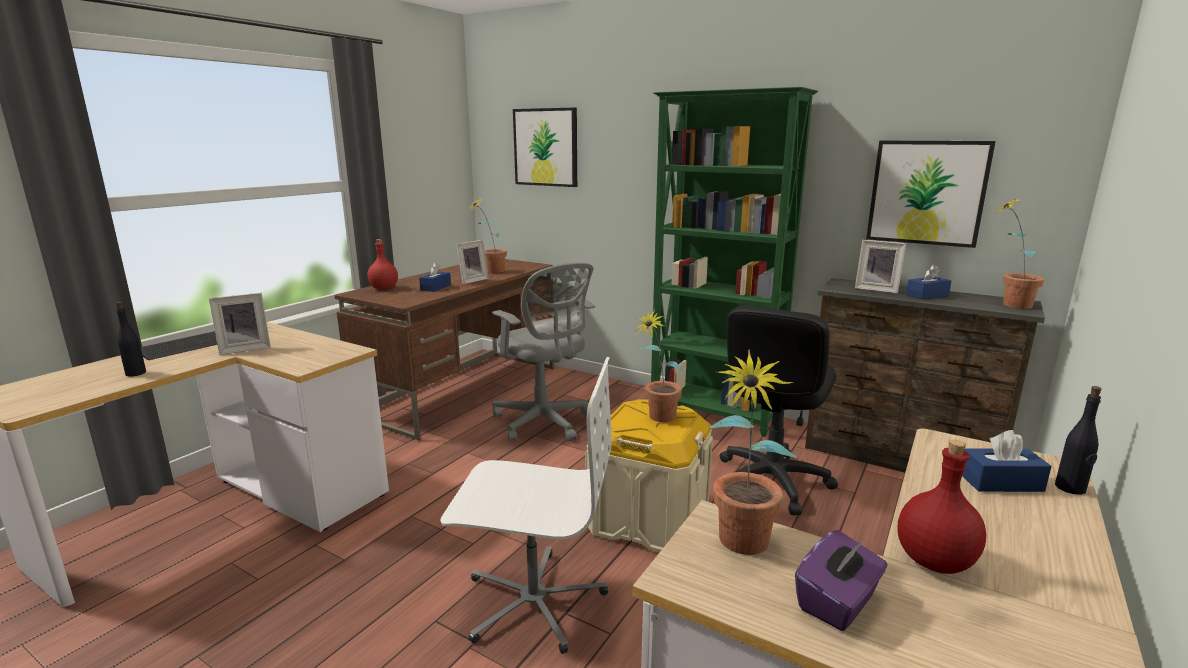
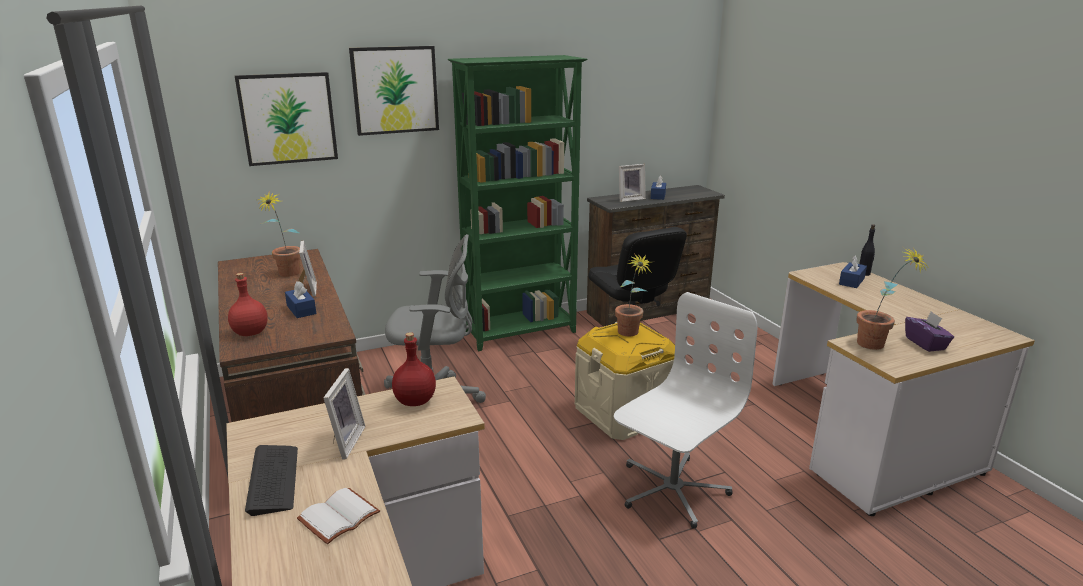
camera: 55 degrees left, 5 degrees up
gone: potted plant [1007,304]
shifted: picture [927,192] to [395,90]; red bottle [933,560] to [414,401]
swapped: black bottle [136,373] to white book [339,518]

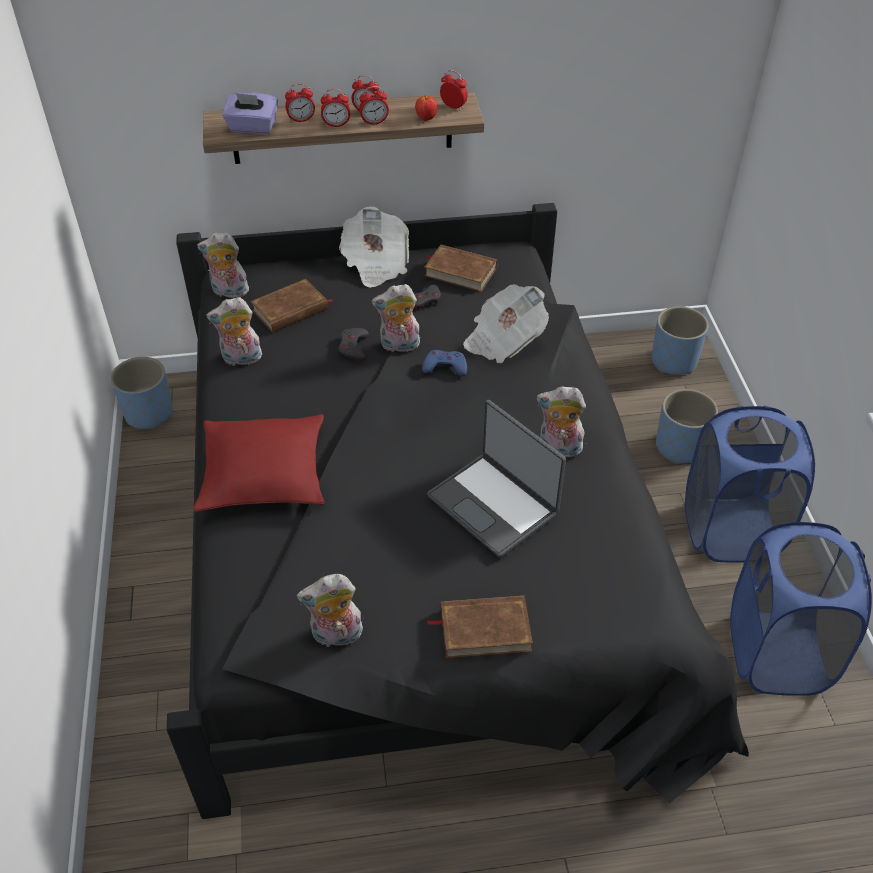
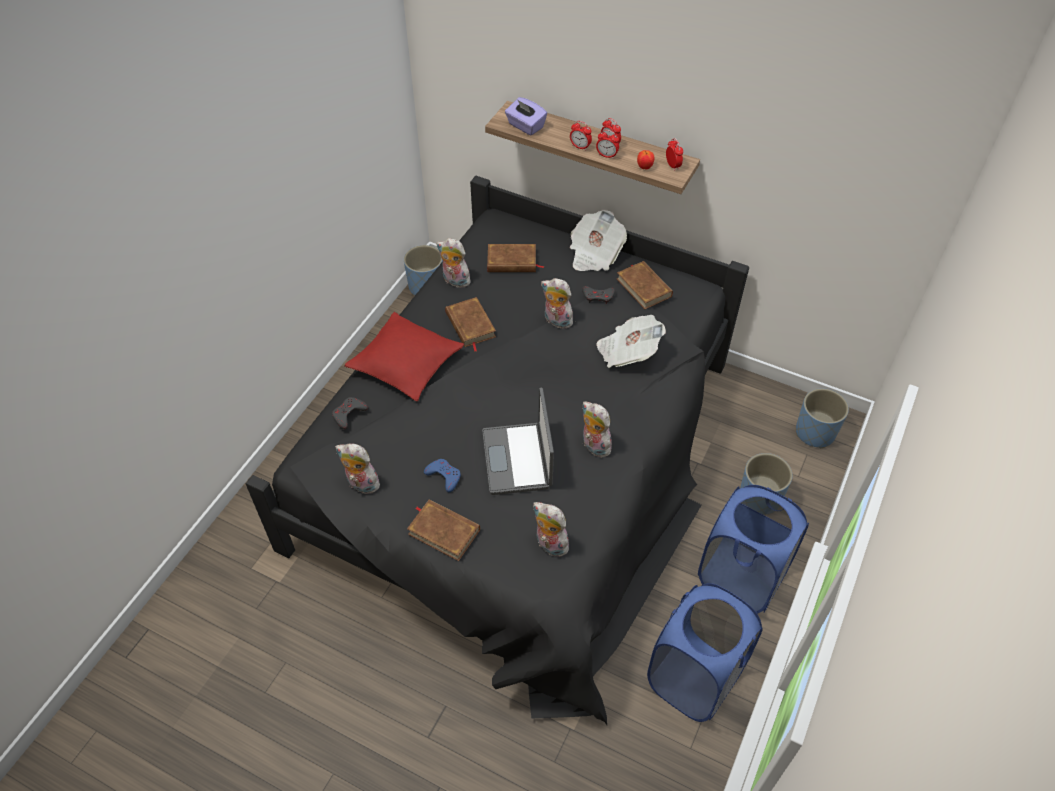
camera: 35 degrees right, 5 degrees up
gone: alarm clock [301,120]
new: brown book [470,325]
shifted: plush toy [228,292] to [549,545]; grey game controller [353,347] to [349,414]; blue game controller [445,366] to [444,476]

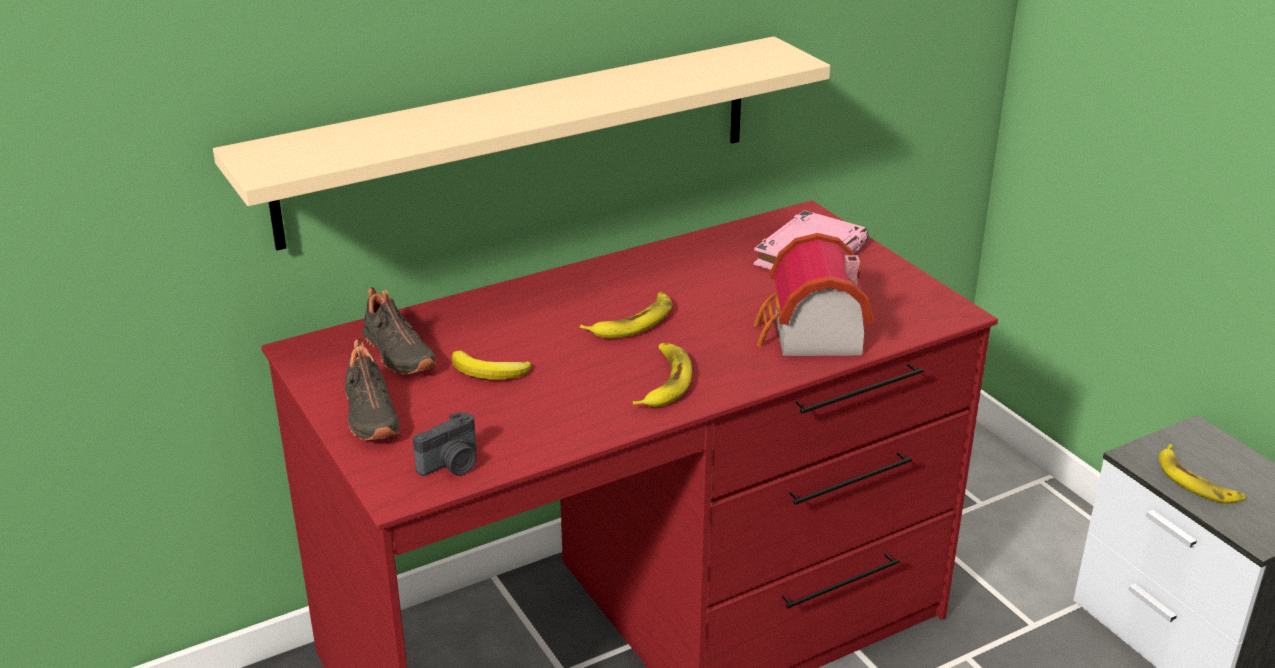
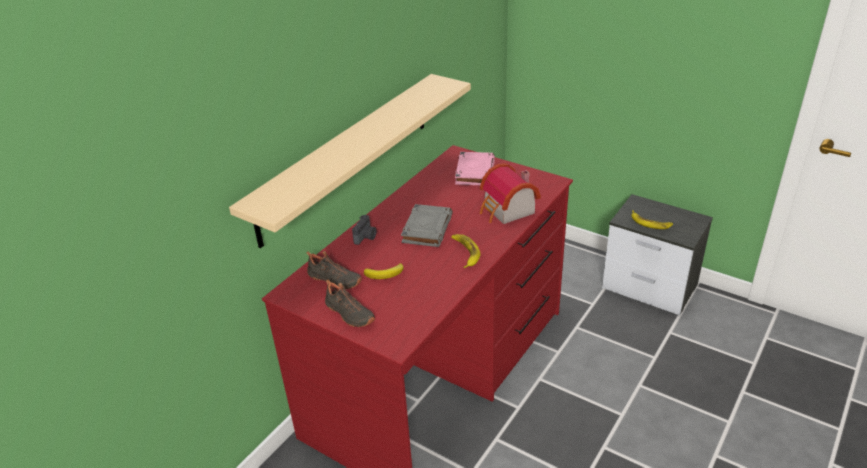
camera: 25 degrees left, 5 degrees up
shifted: photo camera [452,465] to [366,237]
swapped: banana [633,322] to grey book [427,228]

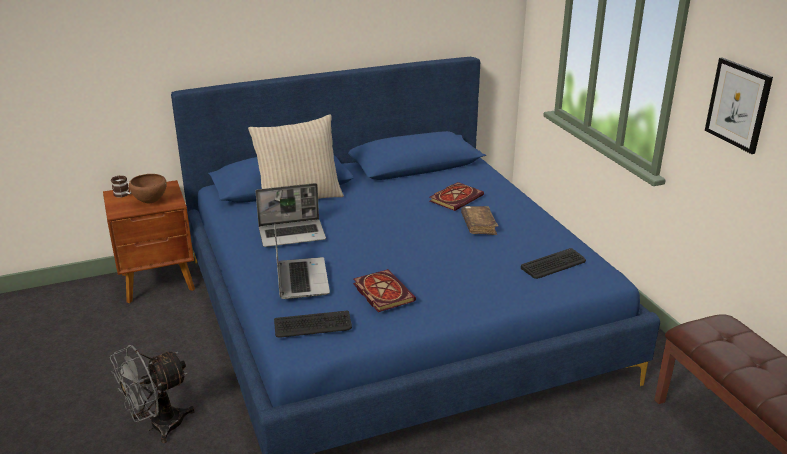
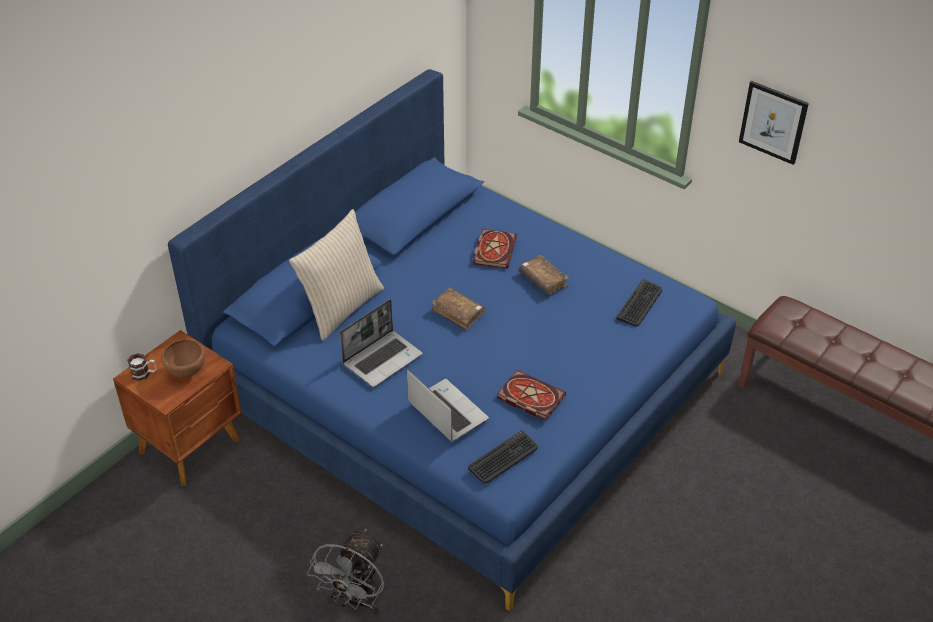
camera: 30 degrees left, 15 degrees up
new: brown book [458,313]

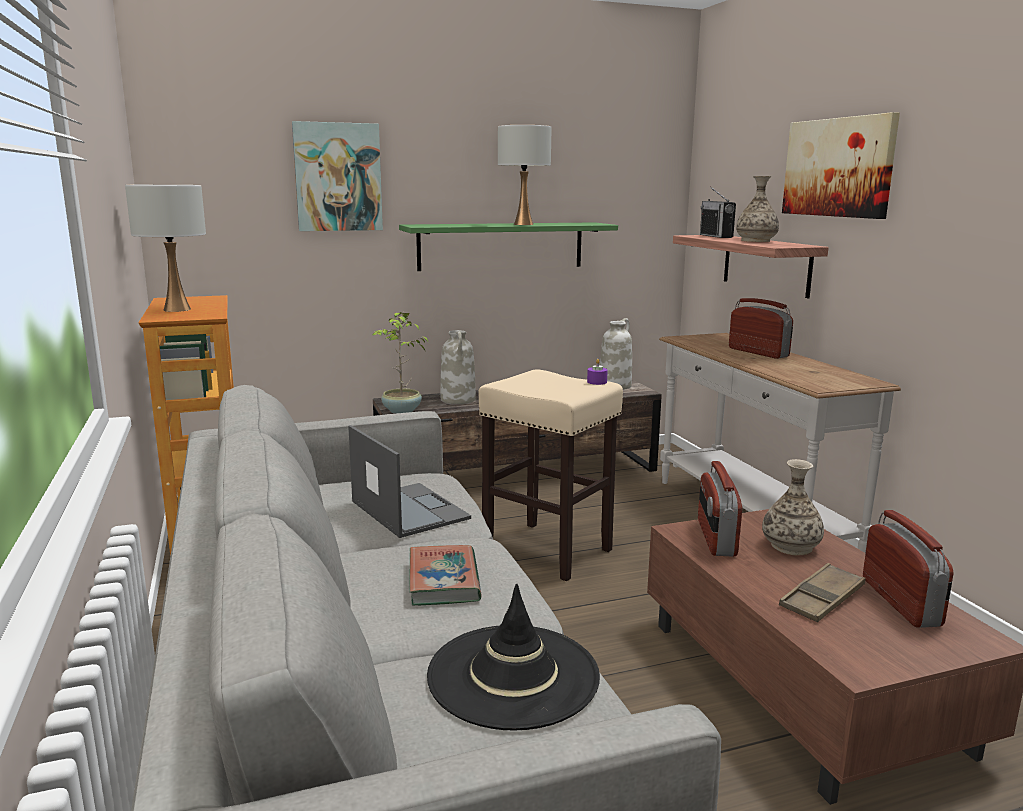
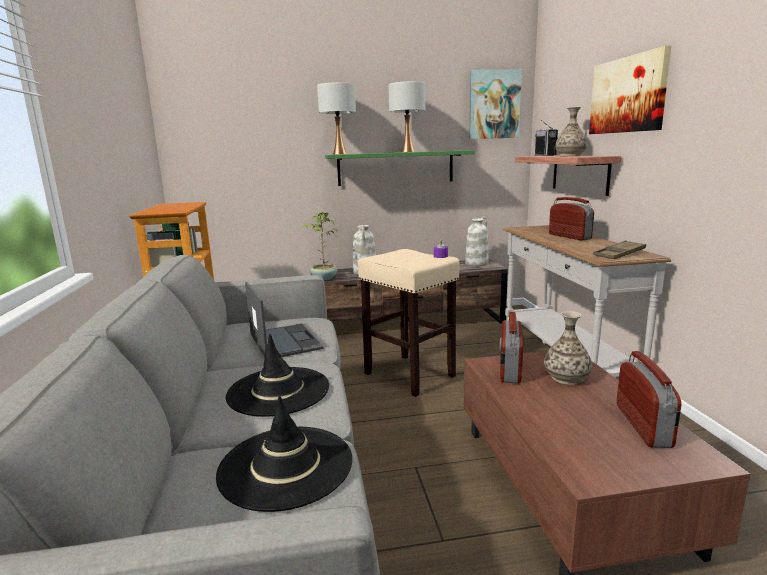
camera: 10 degrees right, 0 degrees up
shifted: picture [338,177] to [494,104]; white table lamp [177,309] to [339,154]; brown tray [822,599] to [619,254]
swapped: book [444,581] to black hat [278,391]

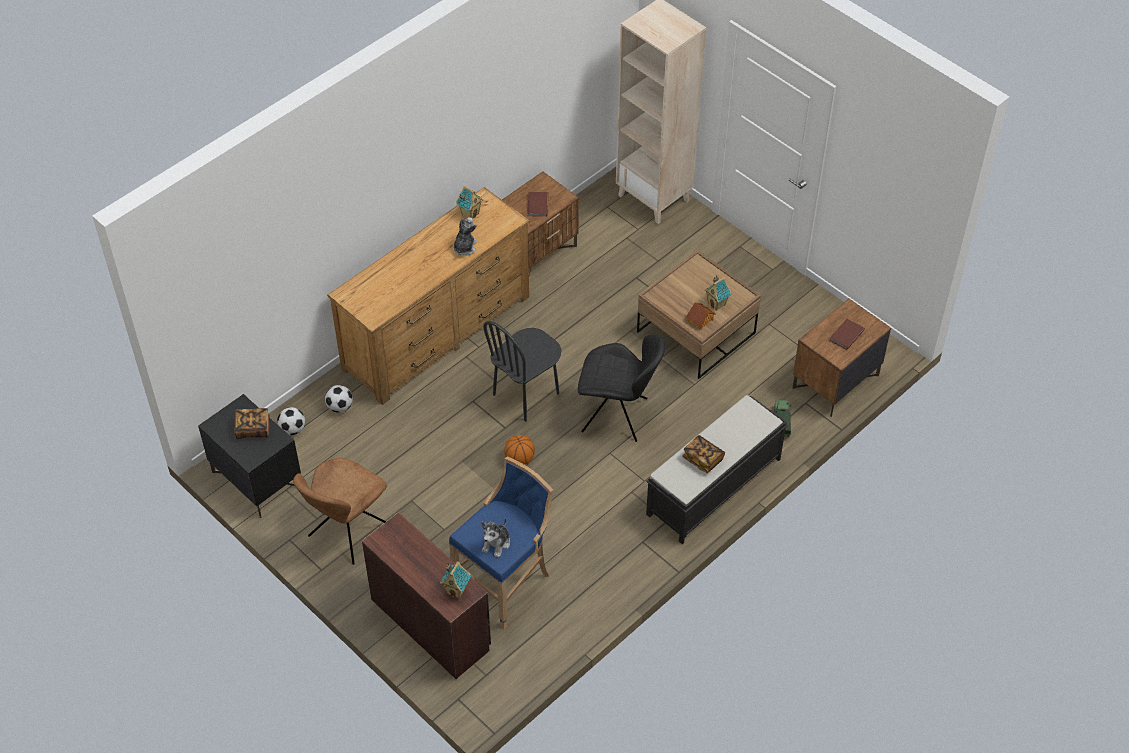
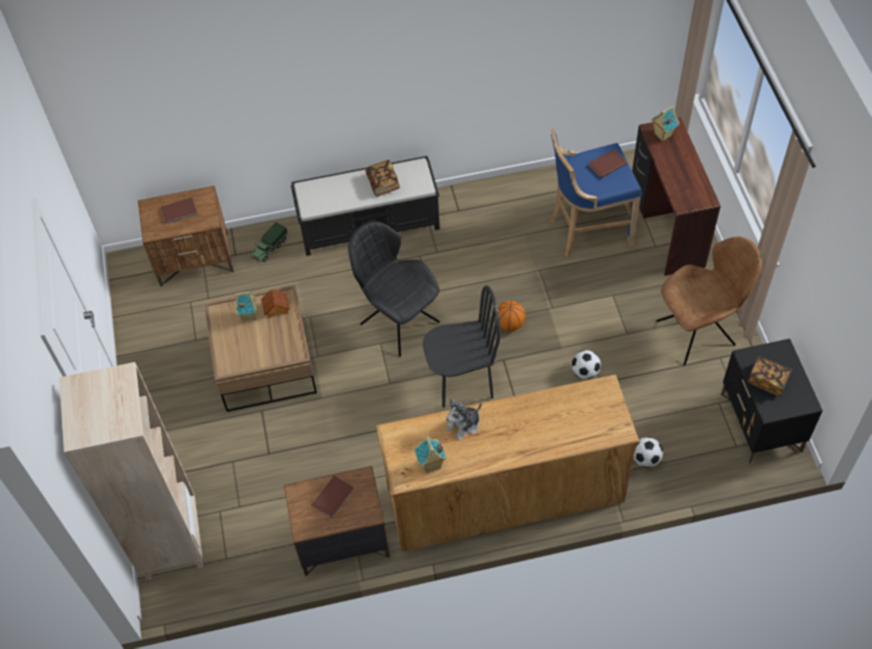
camera: 145 degrees left, 5 degrees up
shifted: football [292,429] to [585,372]
swapped: plush toy [496,543] to brown book [606,164]

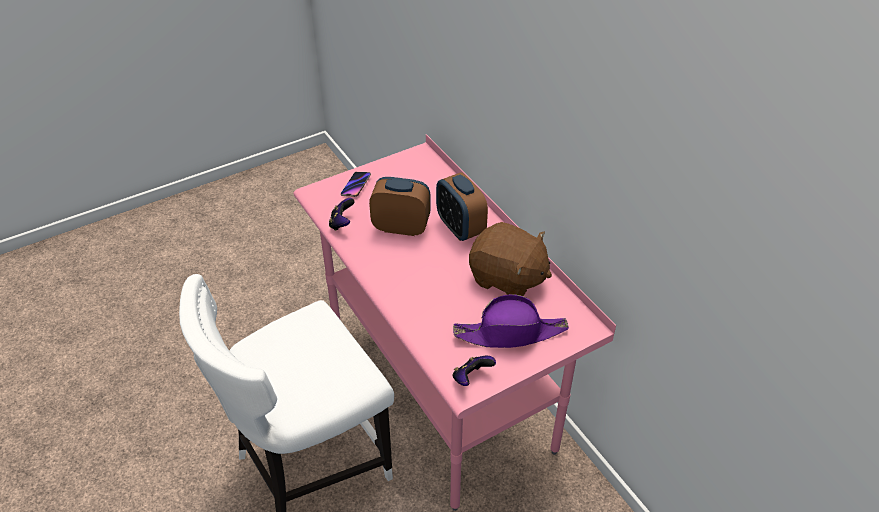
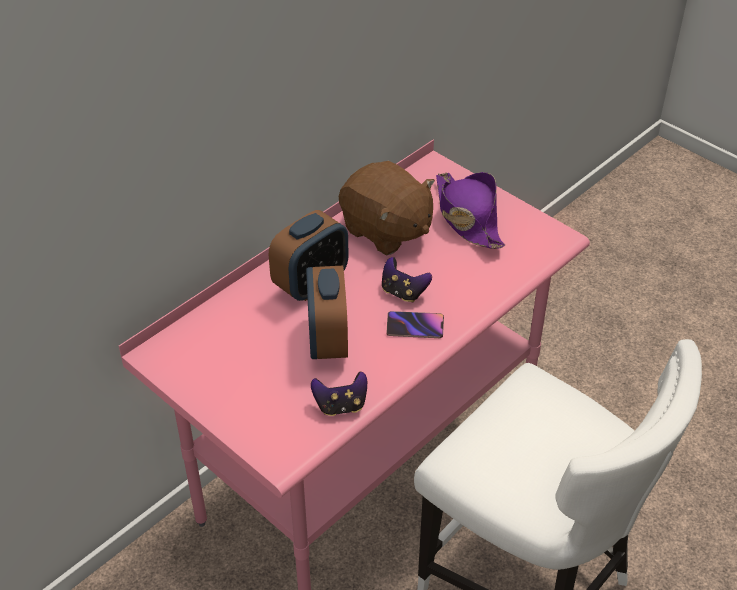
camera: 105 degrees left, 0 degrees up
shifted: phone [356,186] to [415,327]; game controller [471,378] to [403,292]
rotated: brown plush toy [507,278] = [386,230] 120 degrees clockwise

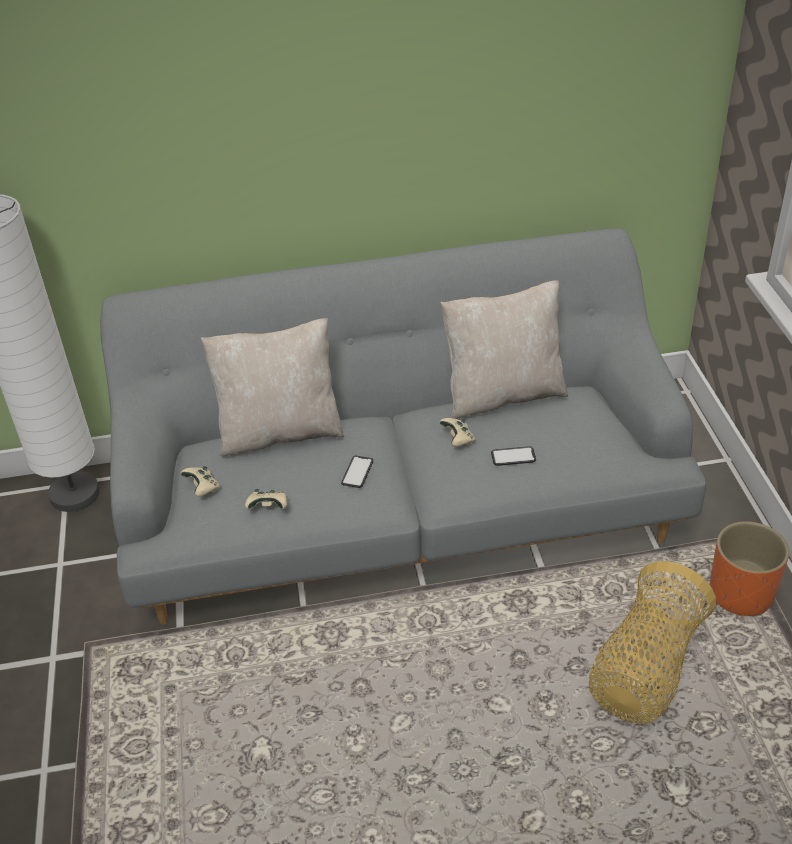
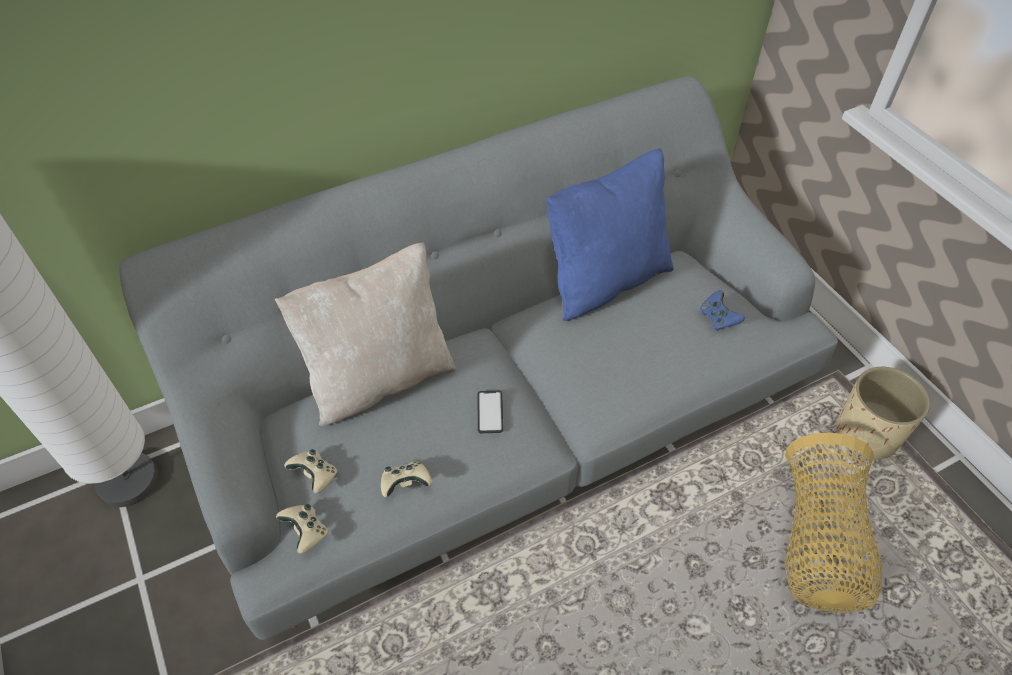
camera: 20 degrees left, 10 degrees up
gone: phone [513,456]
new: blue game controller [718,318]
shifted: beige game controller [458,440] to [306,532]
repainted: beige pillow [503,394] to blue pillow [605,280]; orange planter [741,593] to beige planter [866,434]

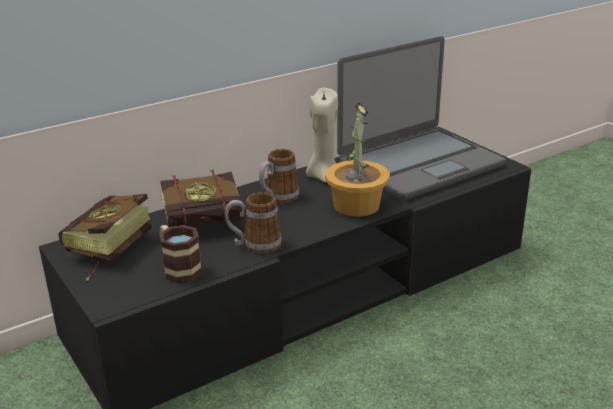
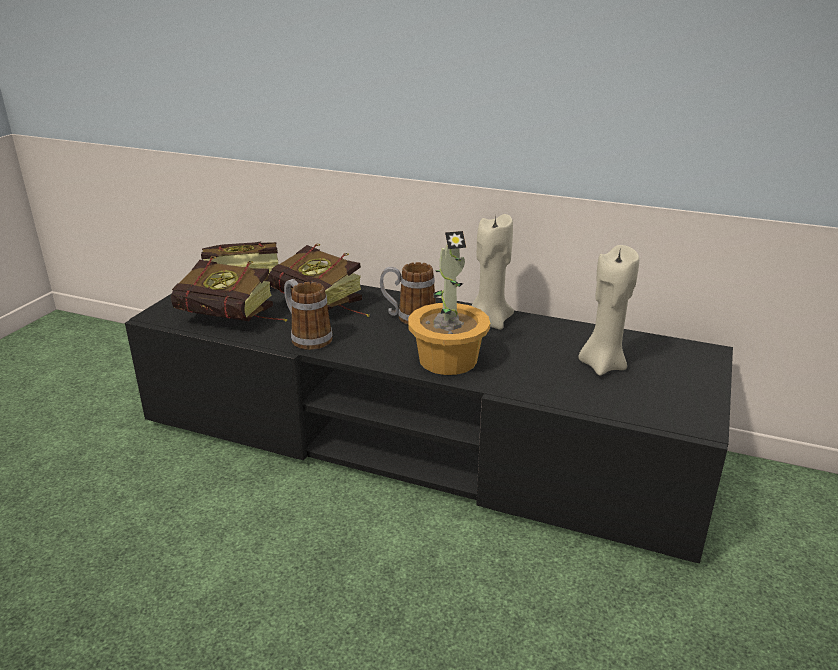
camera: 55 degrees right, 0 degrees up
swapped: laptop [419,164] to beige candle [602,365]; mug [178,268] to book [235,320]

